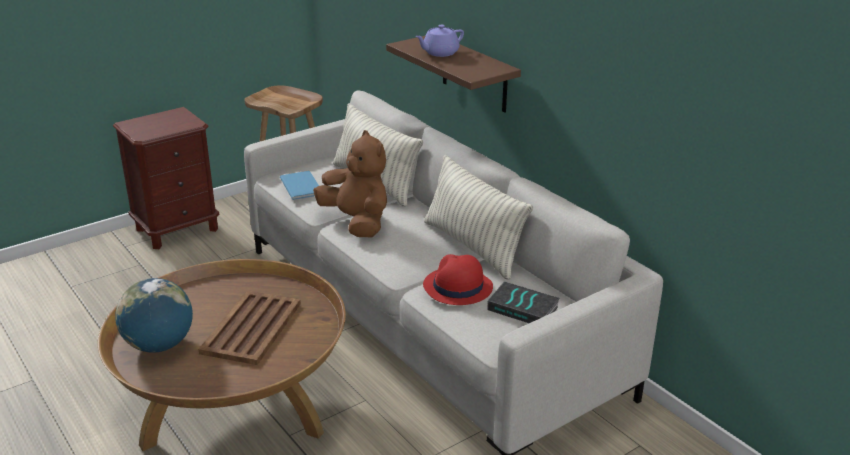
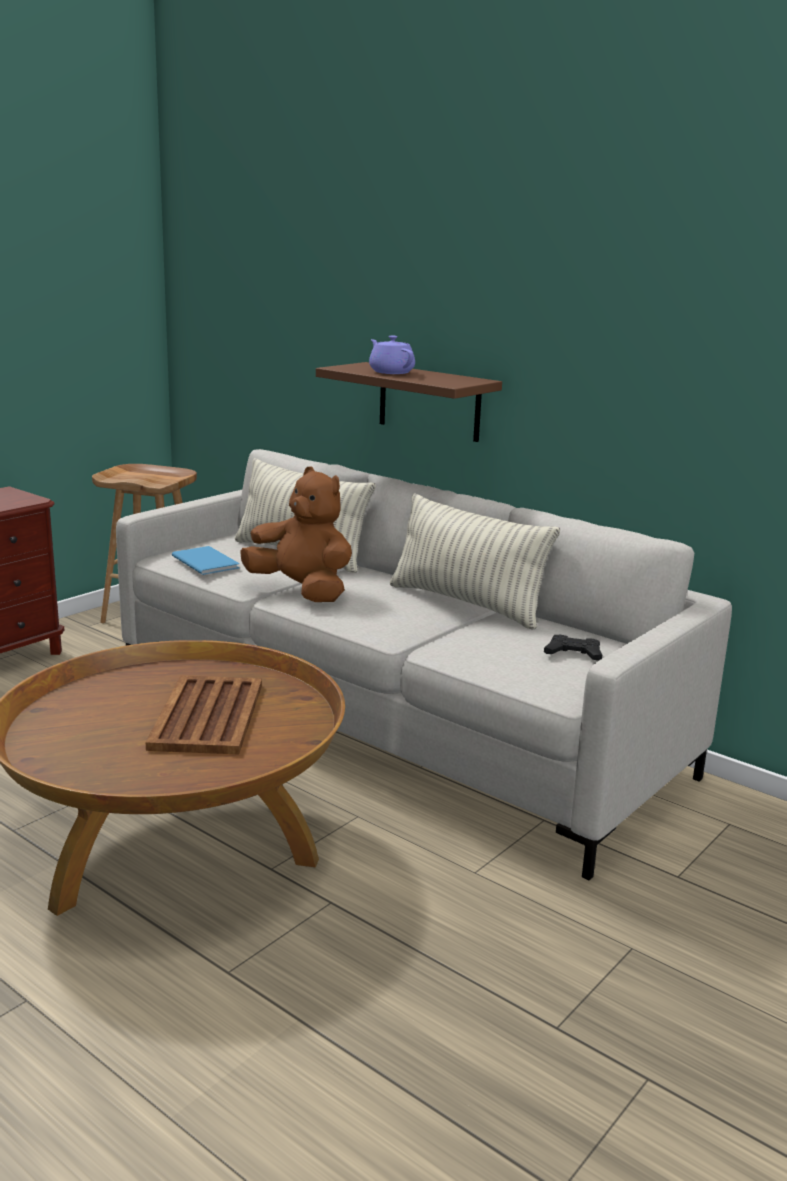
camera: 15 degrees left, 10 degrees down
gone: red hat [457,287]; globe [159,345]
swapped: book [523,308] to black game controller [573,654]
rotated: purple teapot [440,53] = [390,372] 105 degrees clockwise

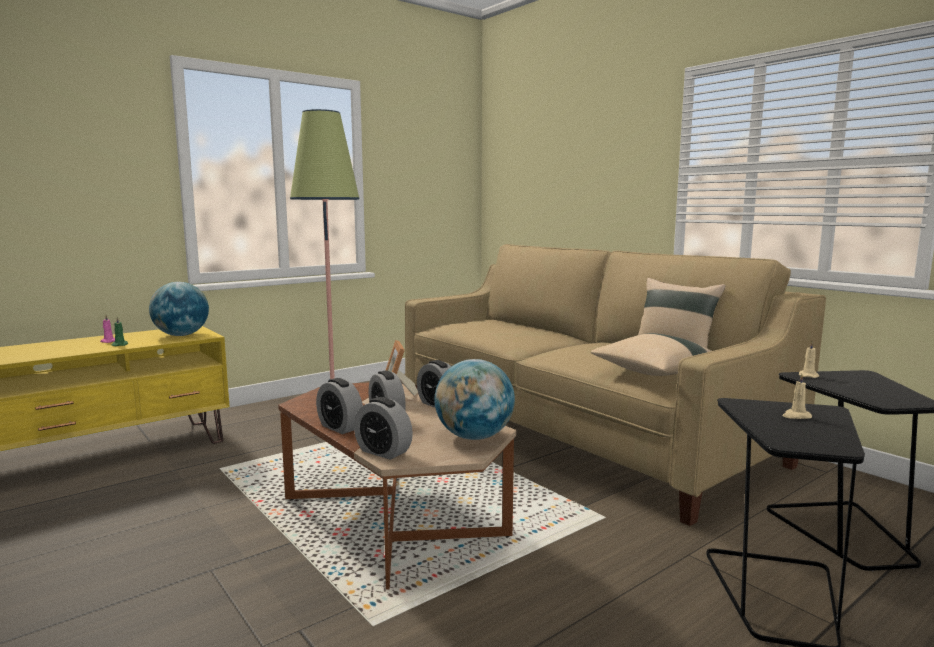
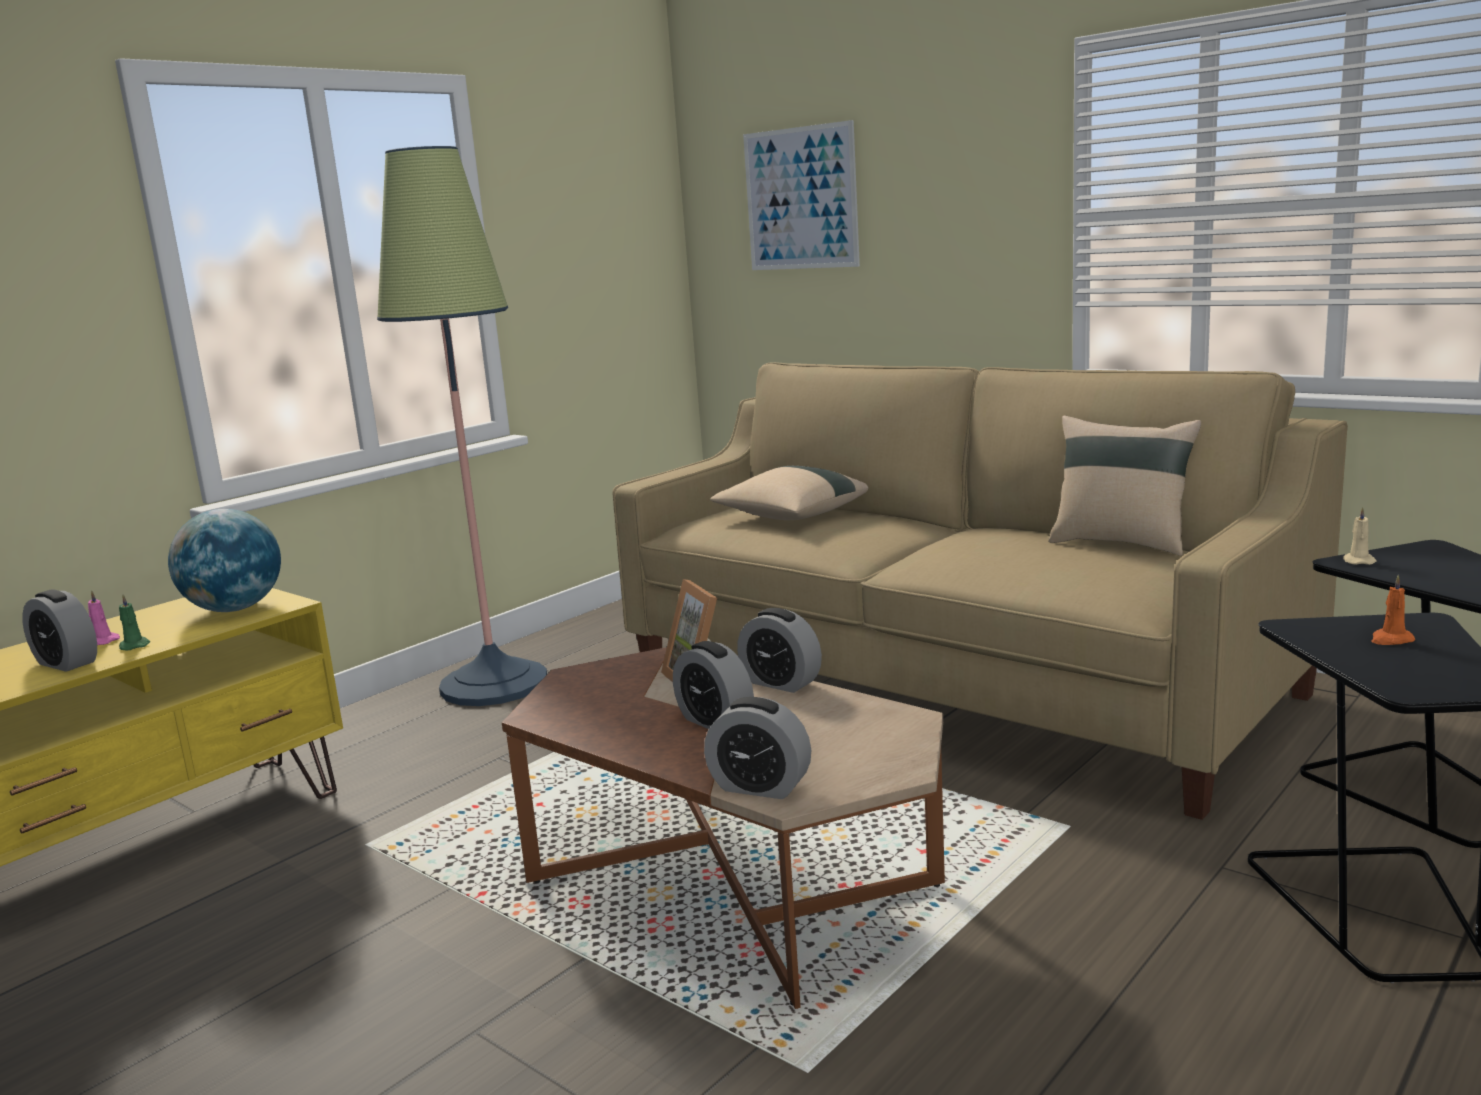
camera: 10 degrees left, 5 degrees up
gone: globe [474,437]
new: picture [801,199]
shifted: beige pillow [652,373] to [790,517]; alarm clock [340,427] to [66,663]
repainted: beige candle [796,416] to orange candle [1391,640]

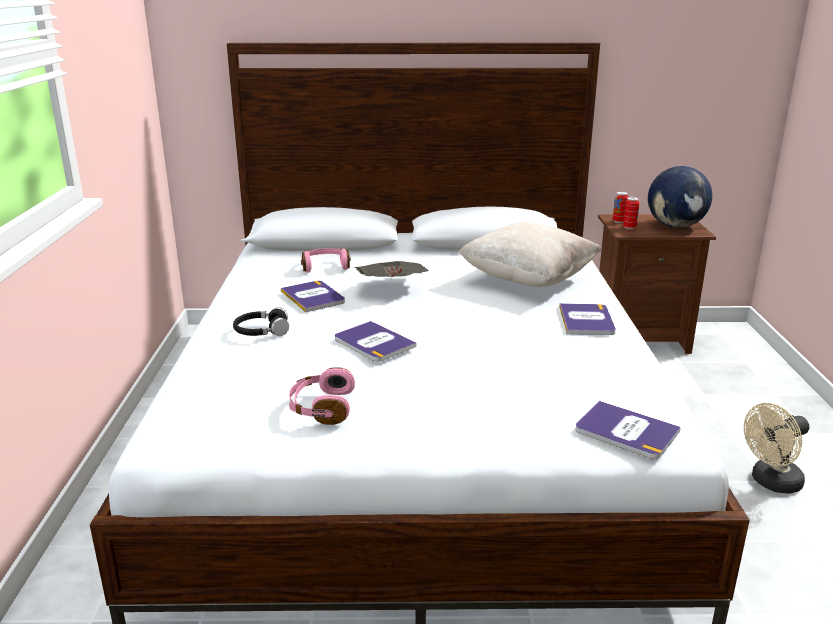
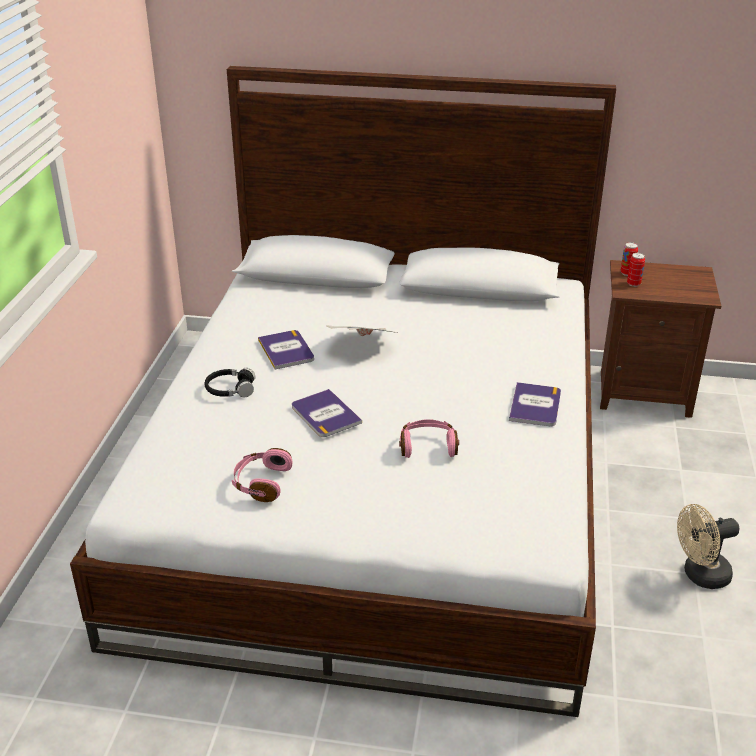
camera: 10 degrees right, 10 degrees up
gone: globe [675,226]; beige pillow [528,280]; book [626,431]
shifted: pink headphones [325,267] to [428,446]

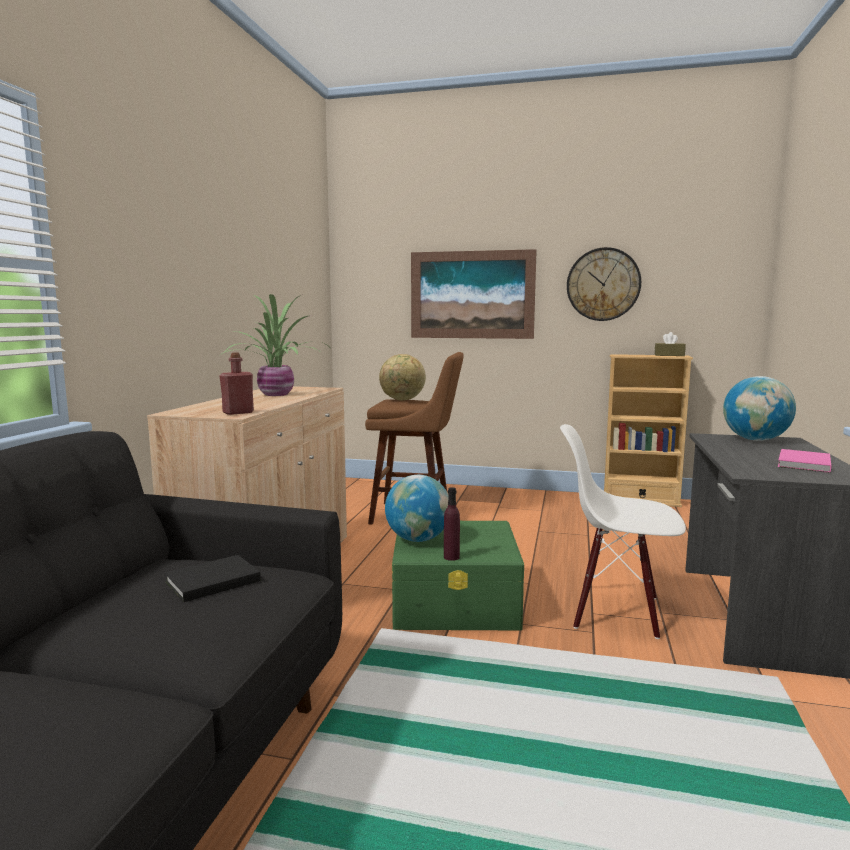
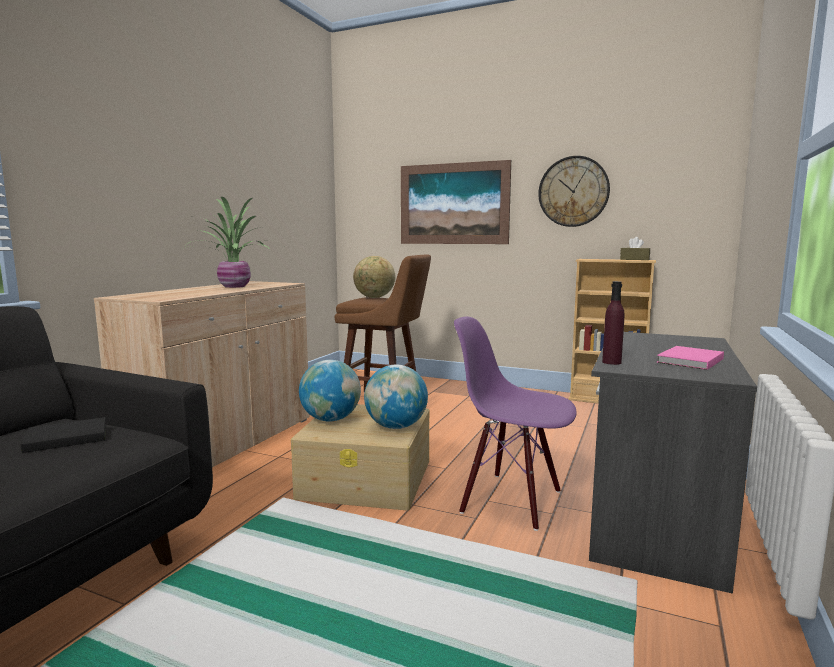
camera: 10 degrees right, 0 degrees up
gone: red bottle [238,412]
shifted: globe [755,440] to [396,427]; purple bottle [451,557] to [611,362]
repainted: white chair [616,611] to purple chair [512,500]; green storage box [456,600] to beige storage box [367,479]

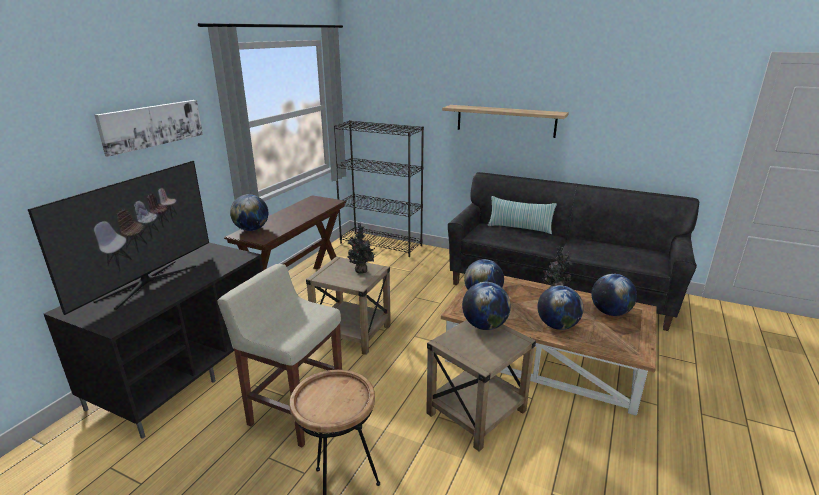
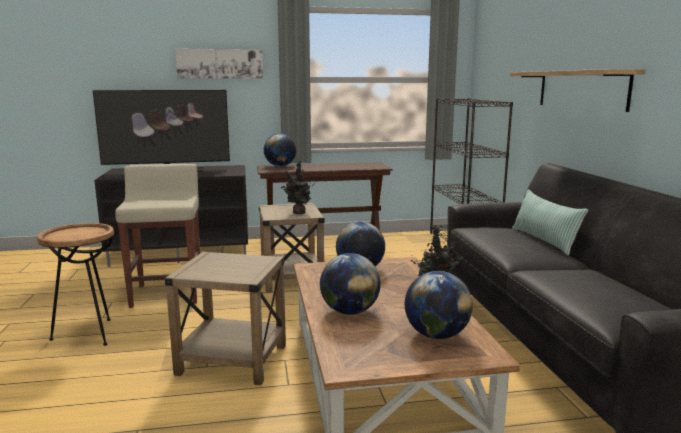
camera: 55 degrees right, 10 degrees down
gone: globe [484,326]

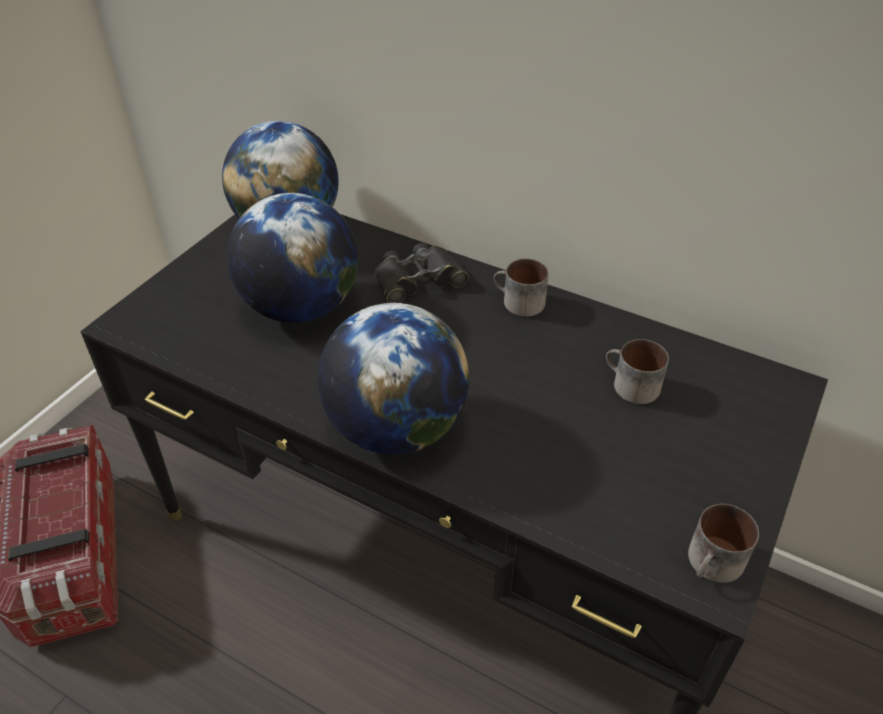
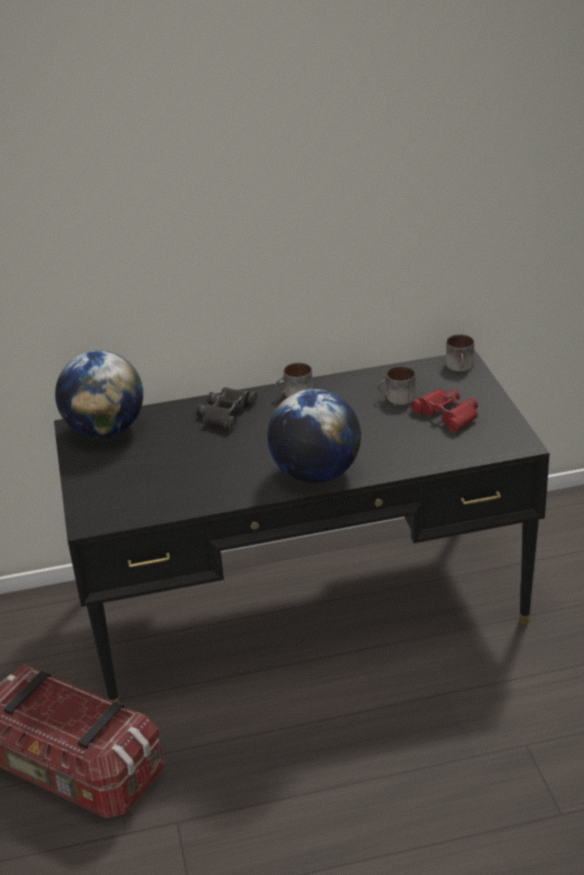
camera: 40 degrees left, 10 degrees down
gone: globe [301,308]
new: red binoculars [447,414]
shifted: mug [714,565] to [461,366]

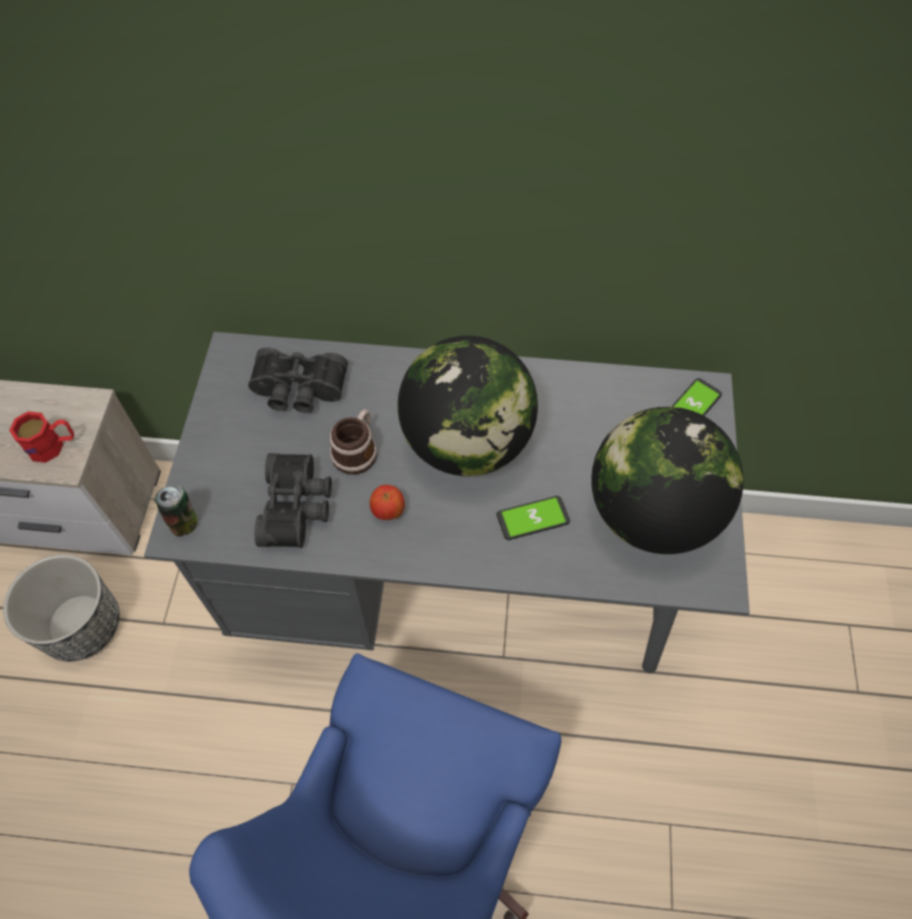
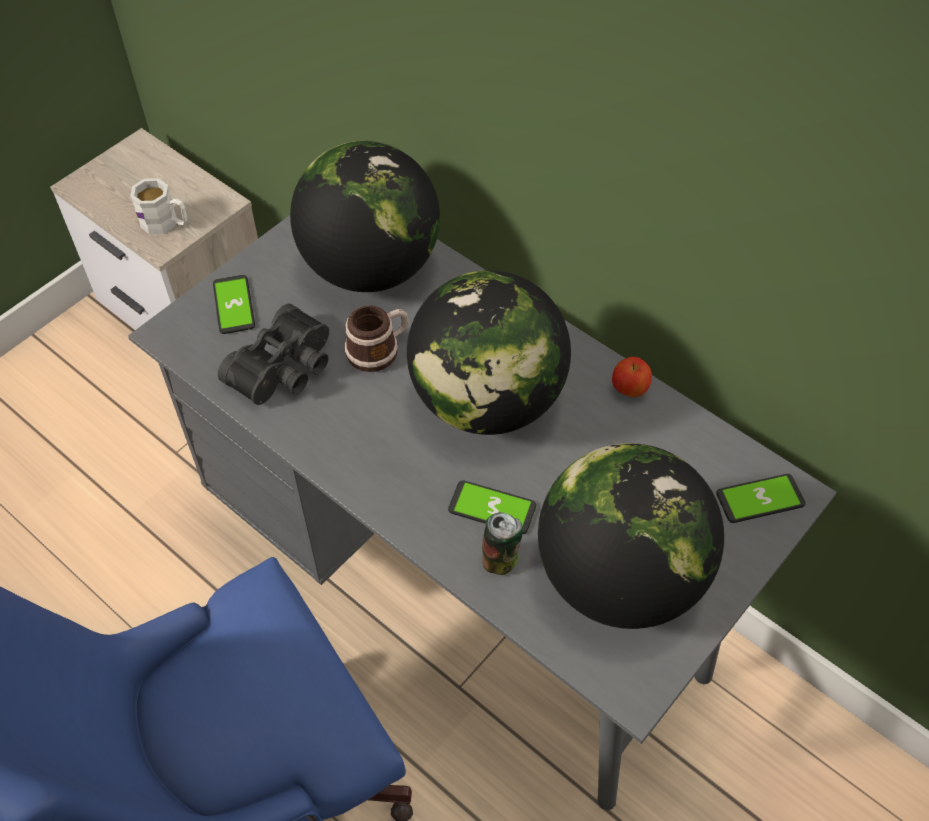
camera: 35 degrees right, 5 degrees down
gone: planter [81,625]
new: phone [233,305]
shifted: apple [388,511] to [629,389]; can [184,522] to [501,559]
swapped: black binoculars [298,391] to globe [370,268]
repainted: red mug [53,446] to white mug [166,223]

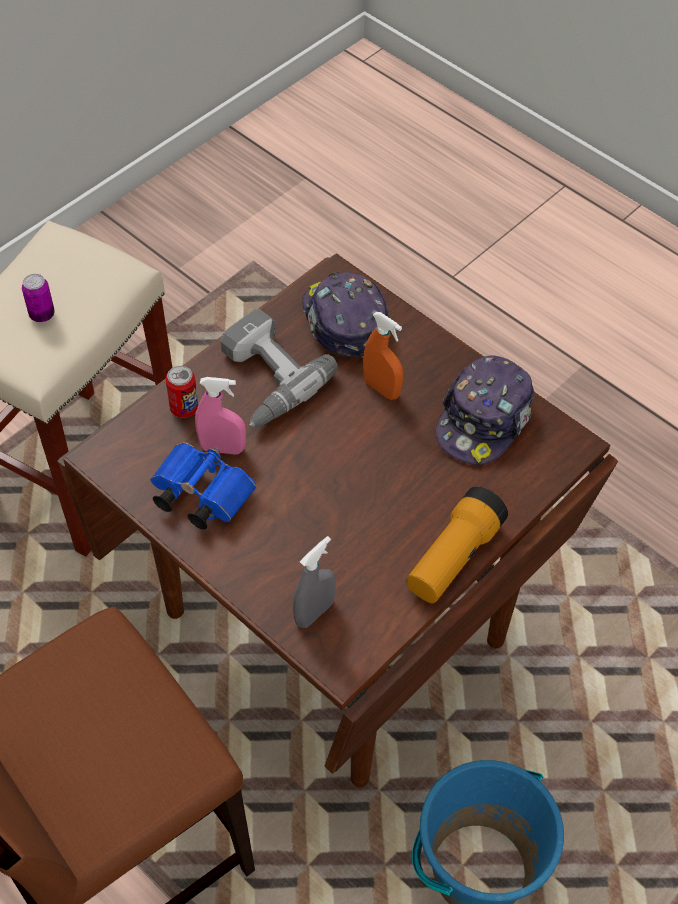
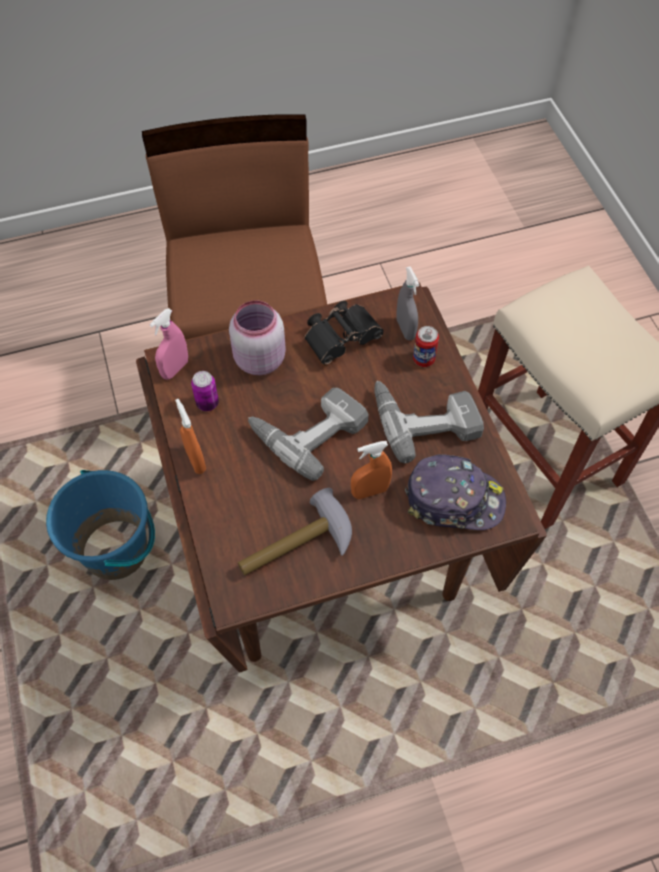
camera: 120 degrees right, 5 degrees up
new: pink jar [258,359]; power drill [308,430]
shifted: can [42,315] to [207,403]; pink spray bottle [222,448] to [175,369]; grey spray bottle [314,612] to [405,329]
swapped: cap [484,420] to hammer [296,547]; flashlight [453,557] to orange spray bottle [196,460]
repainted: blue binoculars [198,495] to black binoculars [343,339]

